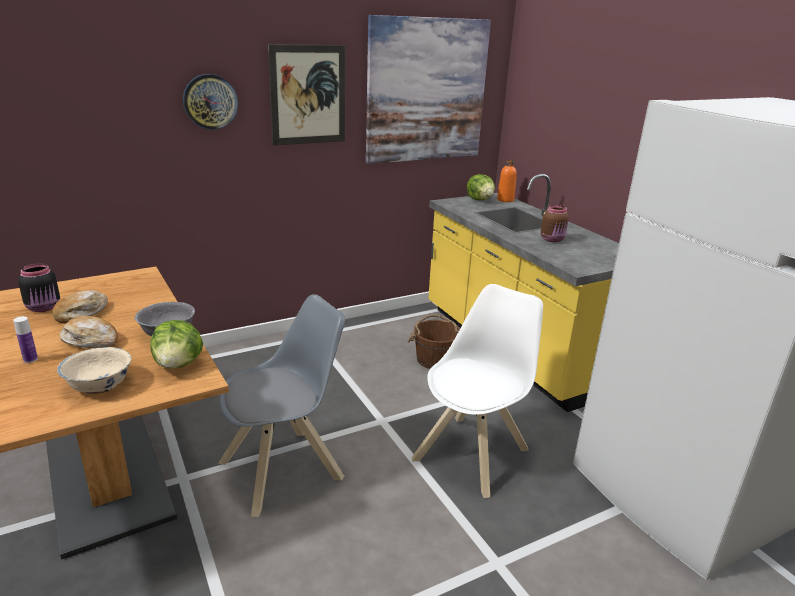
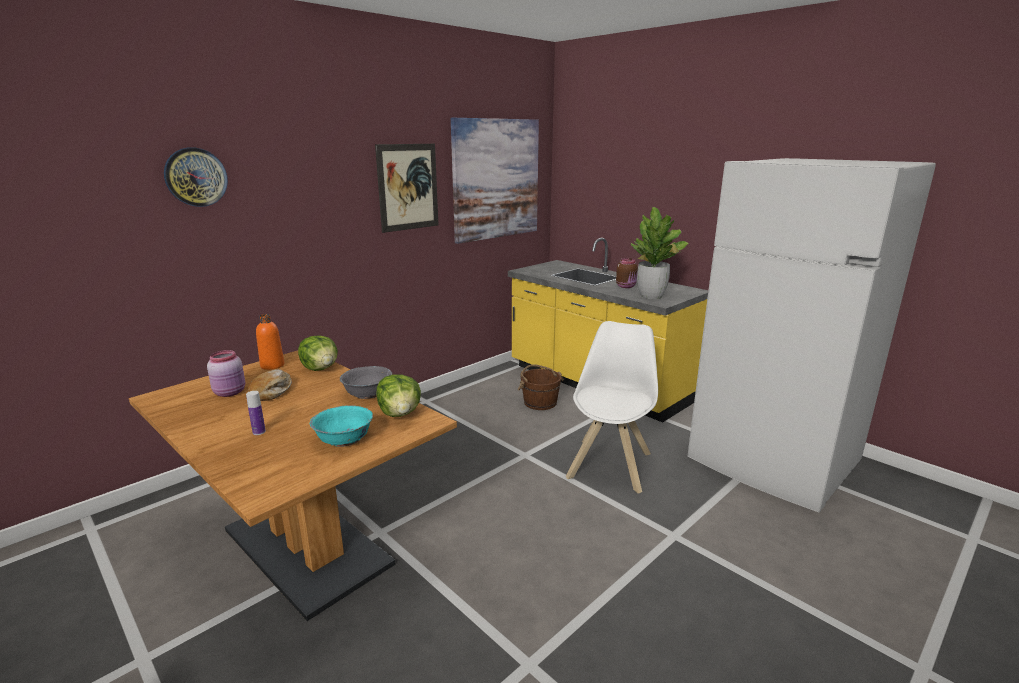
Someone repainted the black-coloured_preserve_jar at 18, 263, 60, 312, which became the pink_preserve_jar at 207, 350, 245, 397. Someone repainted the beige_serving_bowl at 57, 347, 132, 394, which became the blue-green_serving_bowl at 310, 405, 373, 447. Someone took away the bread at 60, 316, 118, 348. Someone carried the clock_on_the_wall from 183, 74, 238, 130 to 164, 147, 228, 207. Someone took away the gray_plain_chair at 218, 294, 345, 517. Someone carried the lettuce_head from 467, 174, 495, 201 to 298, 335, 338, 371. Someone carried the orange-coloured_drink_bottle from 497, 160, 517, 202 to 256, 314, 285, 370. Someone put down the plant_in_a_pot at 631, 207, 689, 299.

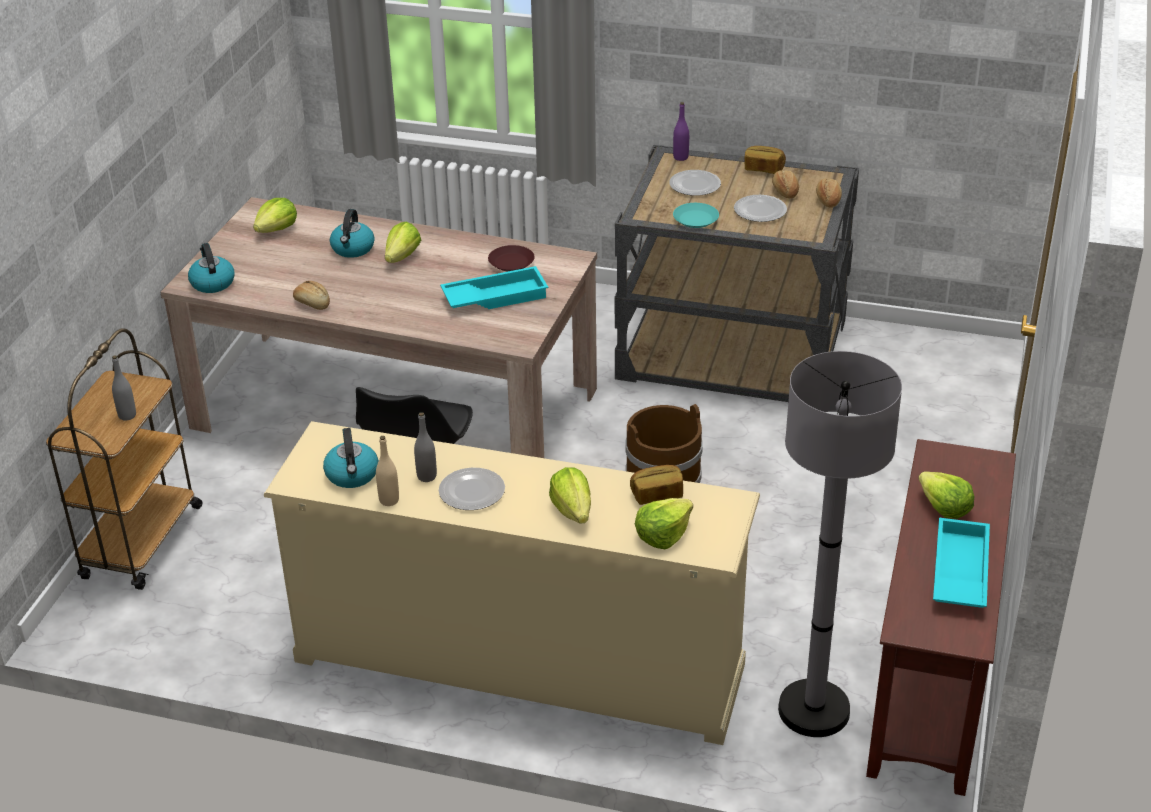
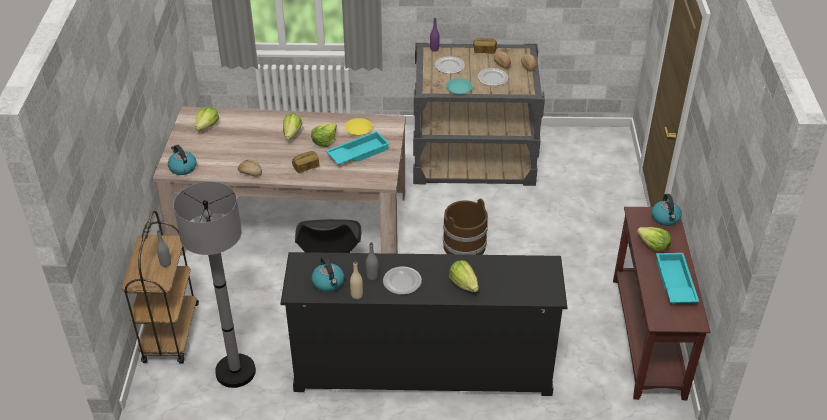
Someone repainted the beige_cupboard at 264, 421, 760, 745, which became the black-coloured_cupboard at 280, 252, 567, 396. Someone carried the kettle from 330, 209, 375, 258 to 651, 194, 682, 226. Someone repainted the brownish_plate at 488, 245, 535, 271, which became the yellow-coloured_plate at 345, 118, 372, 136. Someone carried the bread from 630, 465, 683, 505 to 292, 151, 319, 173. Someone carried the lettuce_head from 635, 498, 693, 549 to 311, 123, 337, 147. Someone carried the gray_standing_lamp from 778, 351, 902, 737 to 173, 181, 256, 388.

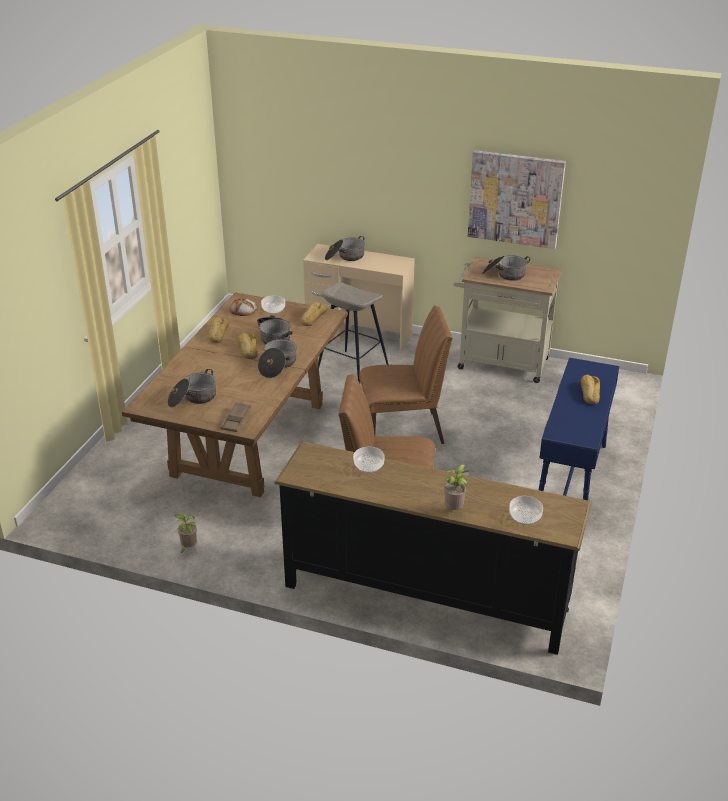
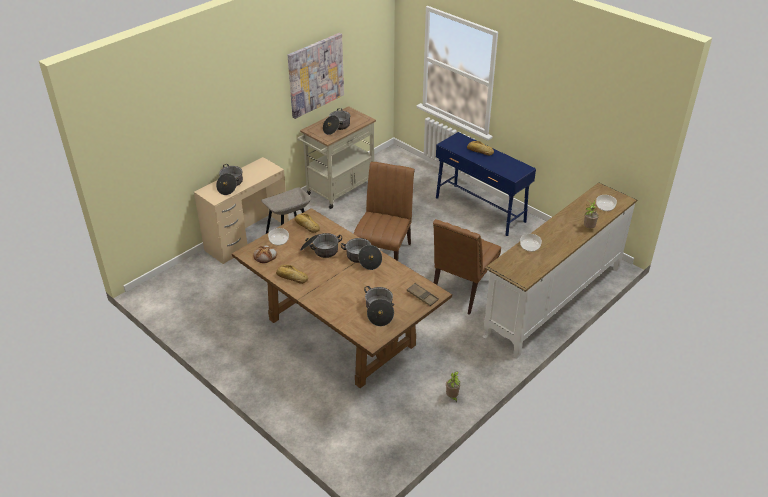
Someone took away the bread at 238, 333, 257, 359. Someone repainted the black-coloured_chest_of_drawers at 274, 441, 592, 655, which became the white-coloured_chest_of_drawers at 483, 183, 637, 358.

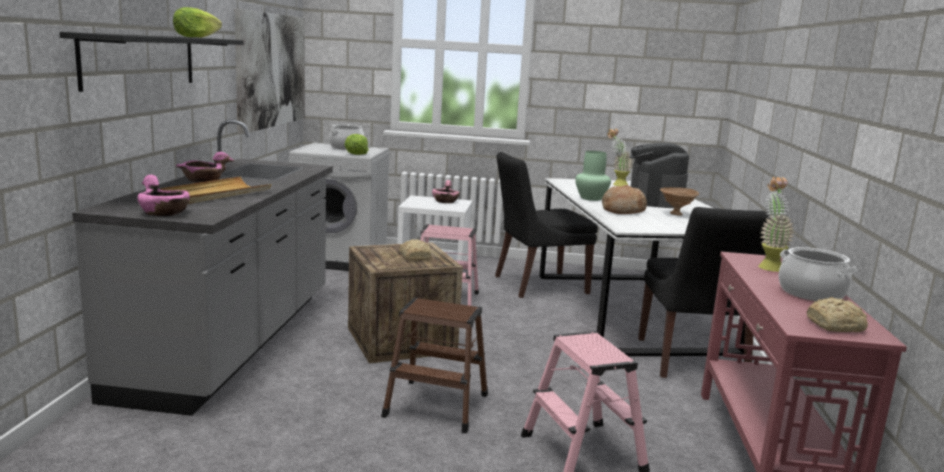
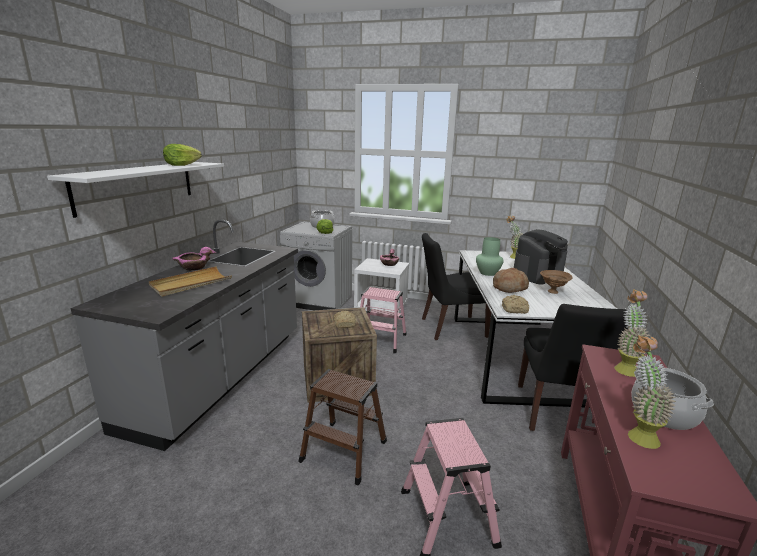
Someone repainted the black-coloured_wall_shelf at 59, 32, 244, 92, which became the white-coloured_wall_shelf at 47, 162, 224, 218. Someone took away the pink_serving_bowl at 137, 175, 190, 216. Someone took away the wall_picture at 235, 9, 305, 134. Someone rotated the coffee_machine at 629, 142, 689, 208 by 150 degrees counterclockwise. Someone carried the bread from 807, 297, 868, 332 to 502, 295, 529, 314. Someone put down the plant_in_a_pot at 628, 335, 676, 449.

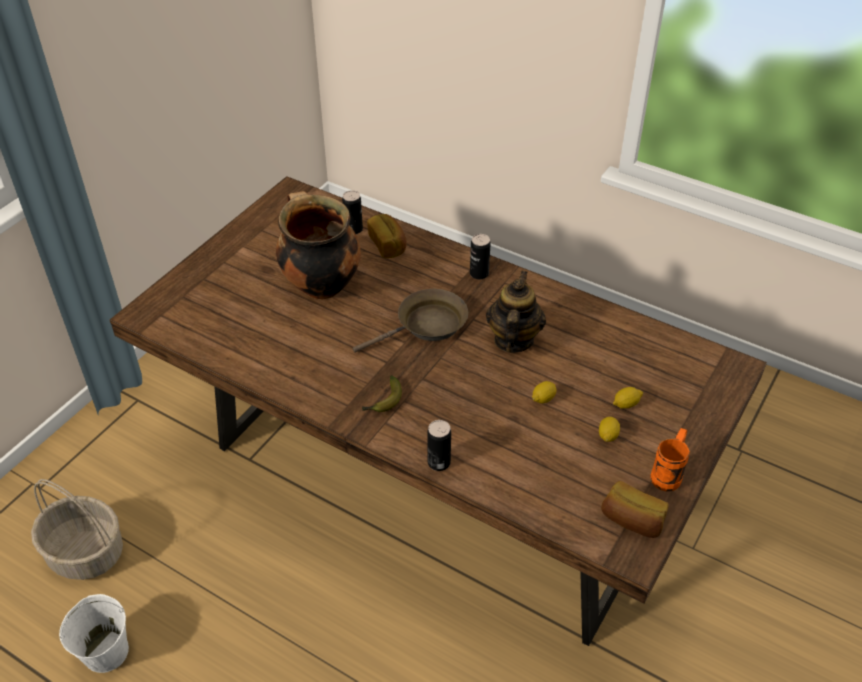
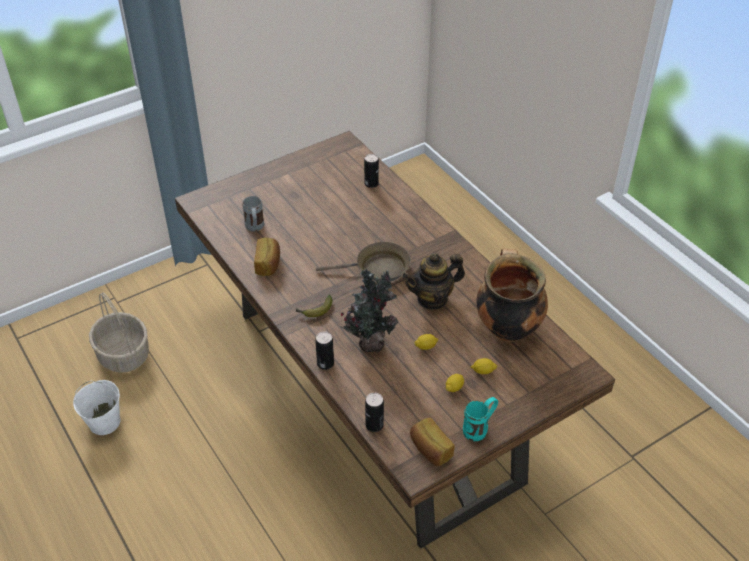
Someone carried the cooking_pot from 276, 191, 361, 300 to 477, 249, 548, 342. Someone carried the bread from 367, 214, 407, 258 to 254, 237, 280, 276. Someone carried the metal_can from 470, 234, 491, 279 to 365, 393, 384, 432. Someone rotated the teapot at 486, 271, 546, 353 by 150 degrees counterclockwise. Someone repainted the orange-coloured_tea_mug at 651, 428, 690, 491, which became the blue-green_tea_mug at 463, 397, 498, 441. Someone put down the gray_tea_mug at 242, 196, 264, 231. Someone put down the plant_in_a_pot at 340, 268, 399, 352.

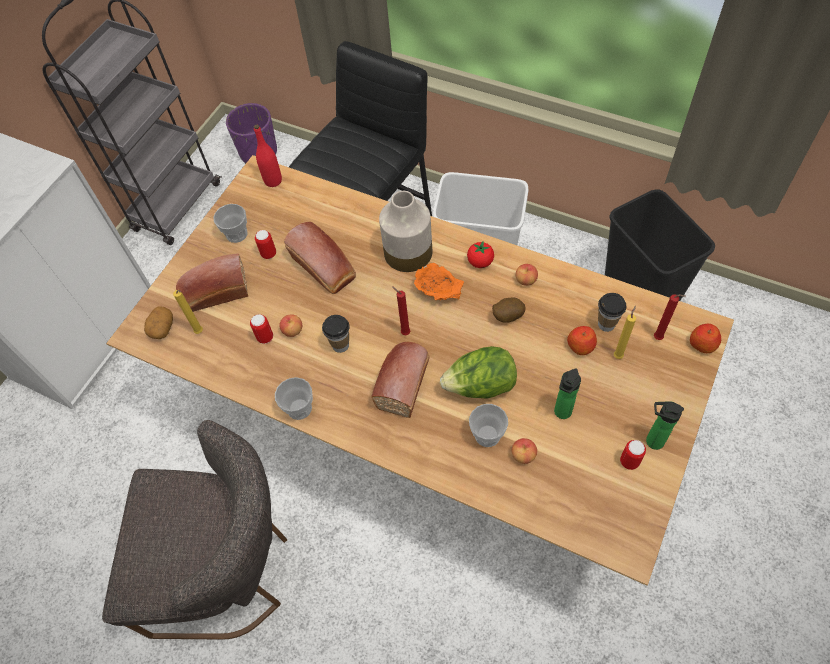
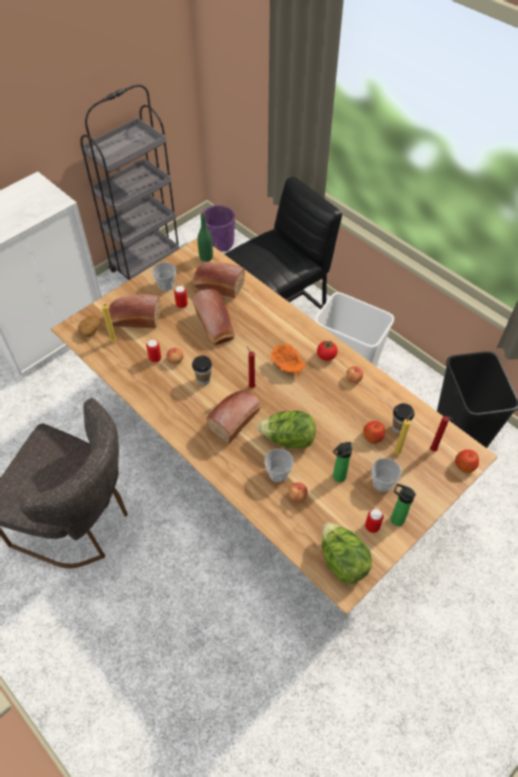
Someone repainted the reddish_drink_bottle at 254, 125, 282, 187, which became the green-coloured_drink_bottle at 198, 213, 213, 262. Someone carried the drinking_cup from 275, 377, 313, 420 to 371, 458, 401, 492. Someone took away the beige_decorative_vase at 379, 191, 433, 272. Someone took away the potato at 492, 297, 526, 323. Someone put down the bread at 193, 262, 245, 298. Someone put down the lettuce_head at 322, 522, 372, 584.

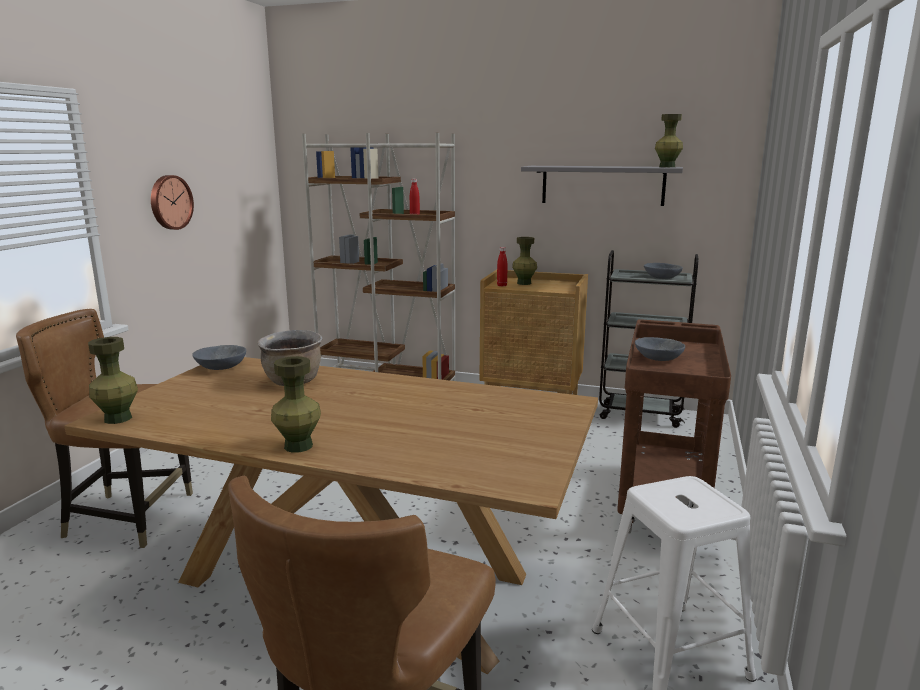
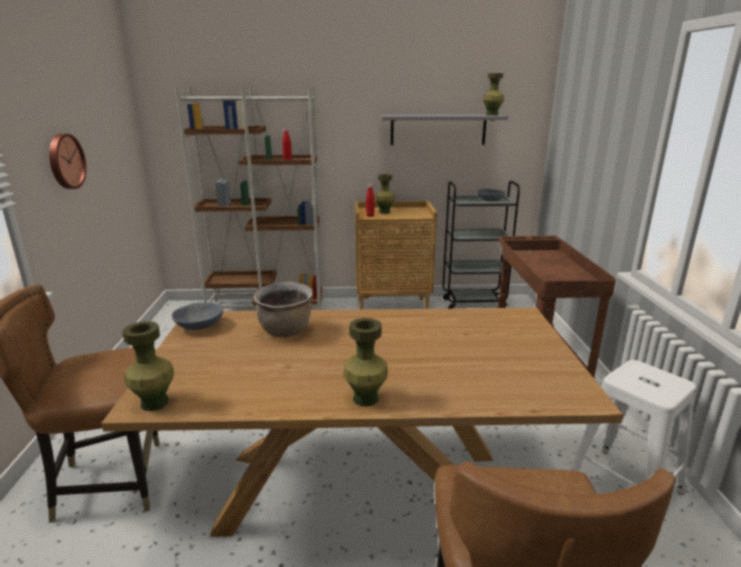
Someone took away the gray_serving_bowl at 635, 337, 685, 361.

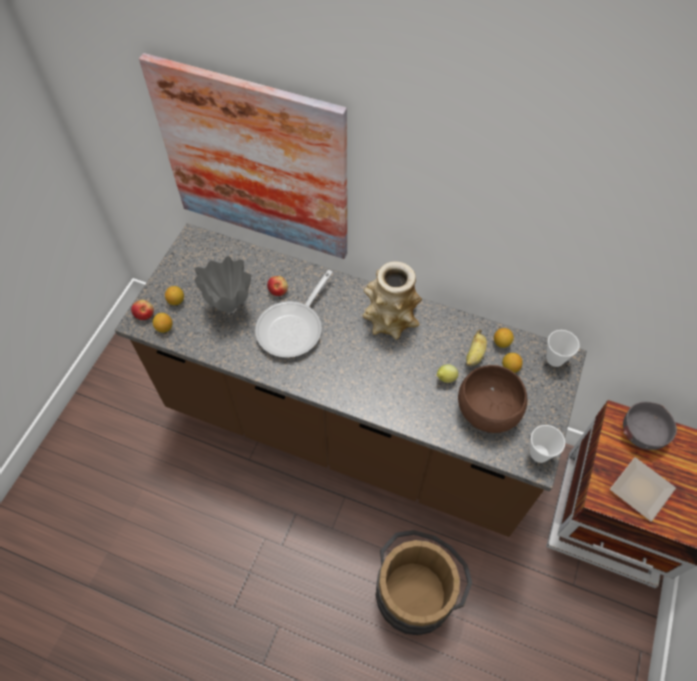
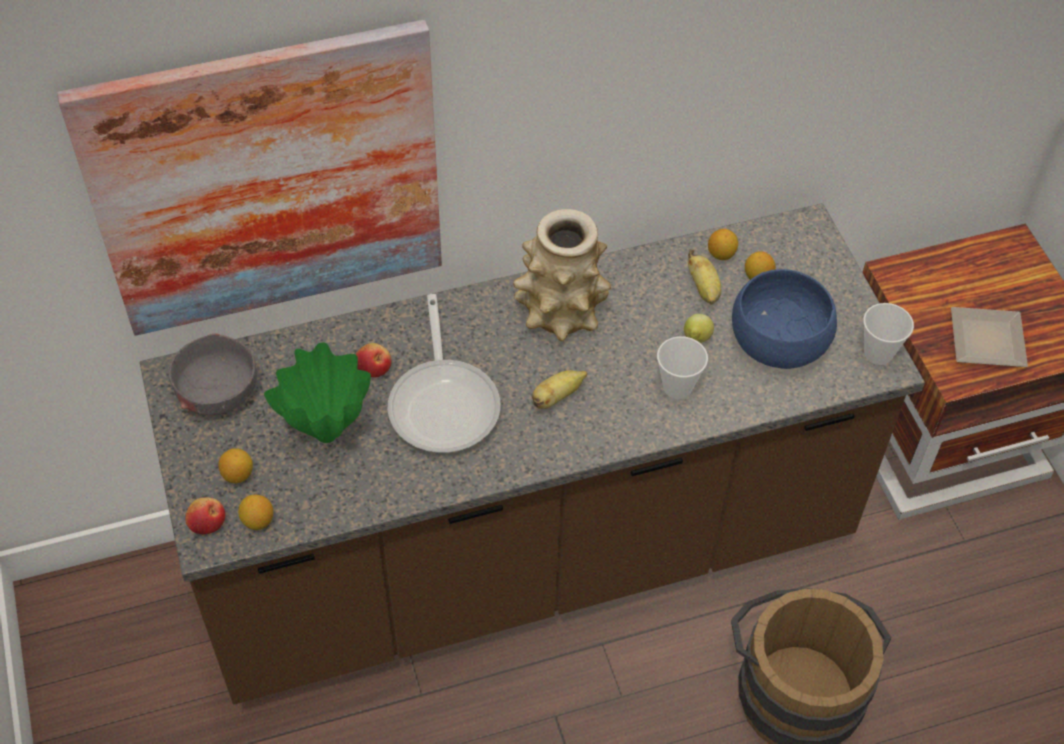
Someone repainted the gray_decorative_vase at 194, 256, 251, 313, which became the green-coloured_decorative_vase at 264, 342, 371, 443. Someone repainted the brownish_serving_bowl at 458, 365, 527, 433, which became the blue_serving_bowl at 732, 269, 837, 369. Someone carried the drinking_cup from 546, 330, 580, 367 to 657, 336, 708, 399. Someone carried the gray_serving_bowl from 623, 402, 677, 450 to 169, 333, 257, 415. Someone put down the banana at 532, 370, 588, 409.

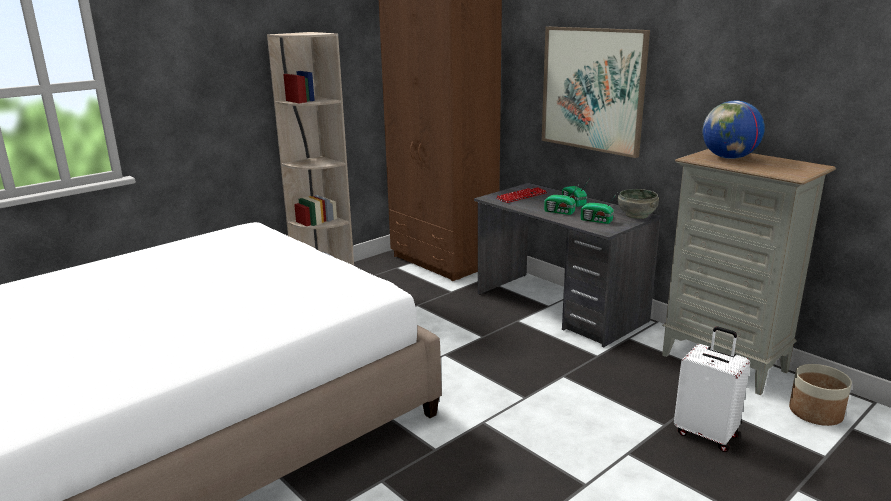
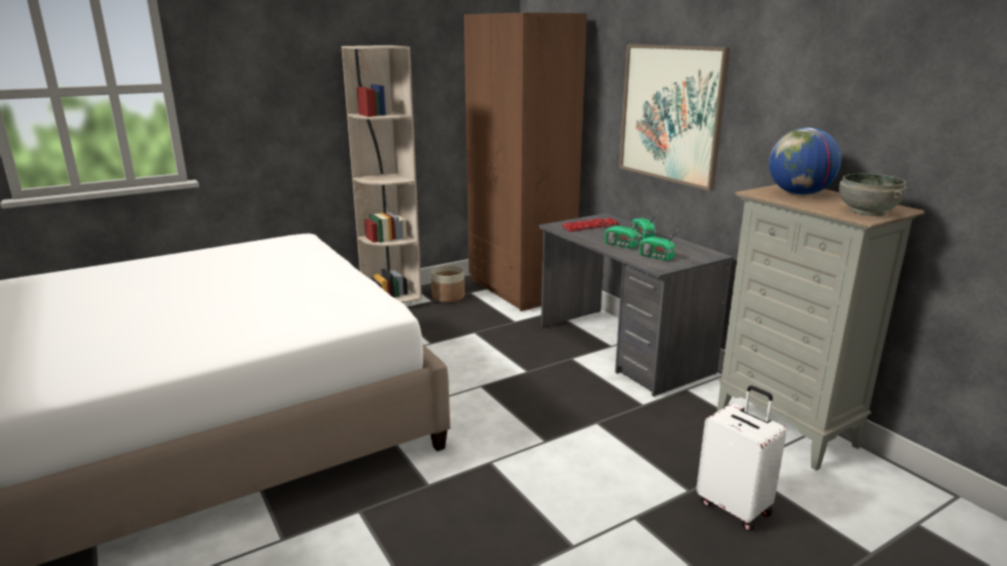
Someone carried the gray_serving_bowl from 618, 189, 659, 219 to 839, 174, 907, 216. Someone carried the planter from 789, 364, 852, 426 to 431, 265, 465, 302.

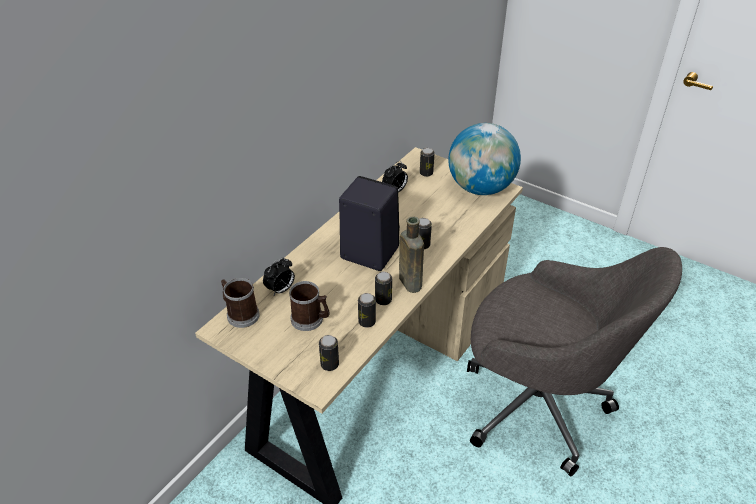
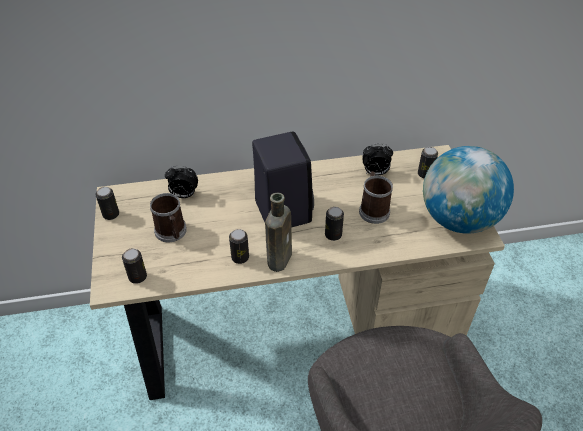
Someone carried the tea_mug from 221, 278, 260, 328 to 359, 171, 393, 224. Someone carried the metal_can from 358, 293, 376, 328 to 95, 187, 119, 220.

